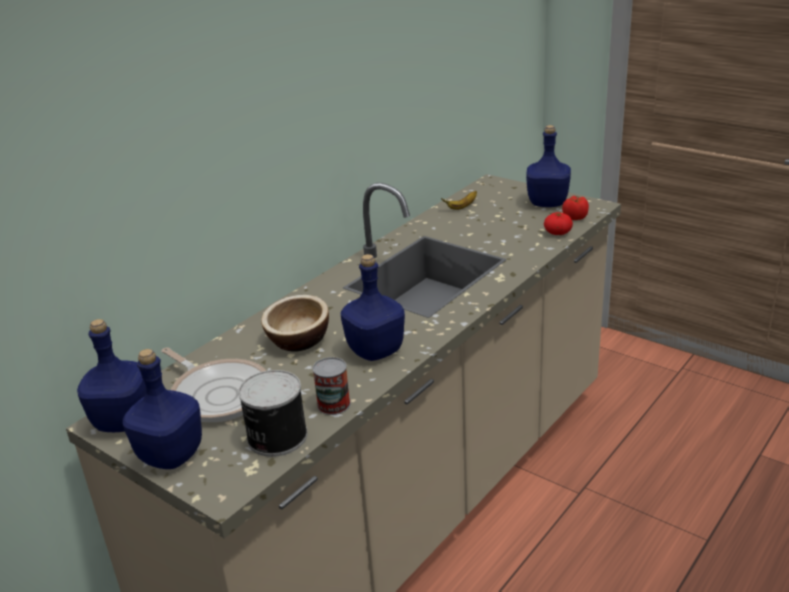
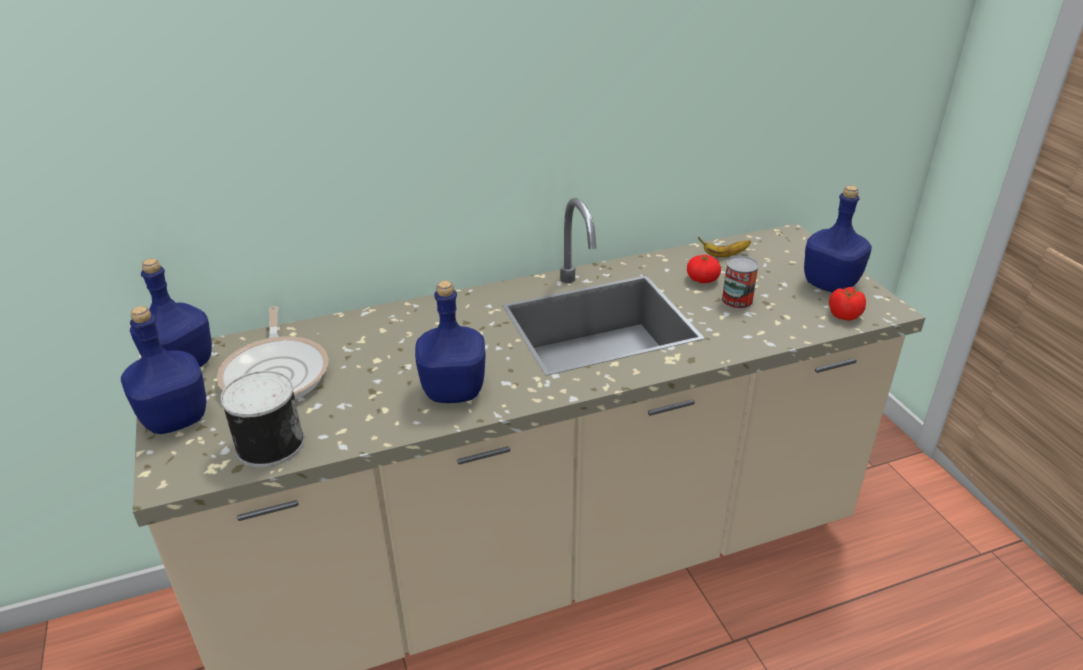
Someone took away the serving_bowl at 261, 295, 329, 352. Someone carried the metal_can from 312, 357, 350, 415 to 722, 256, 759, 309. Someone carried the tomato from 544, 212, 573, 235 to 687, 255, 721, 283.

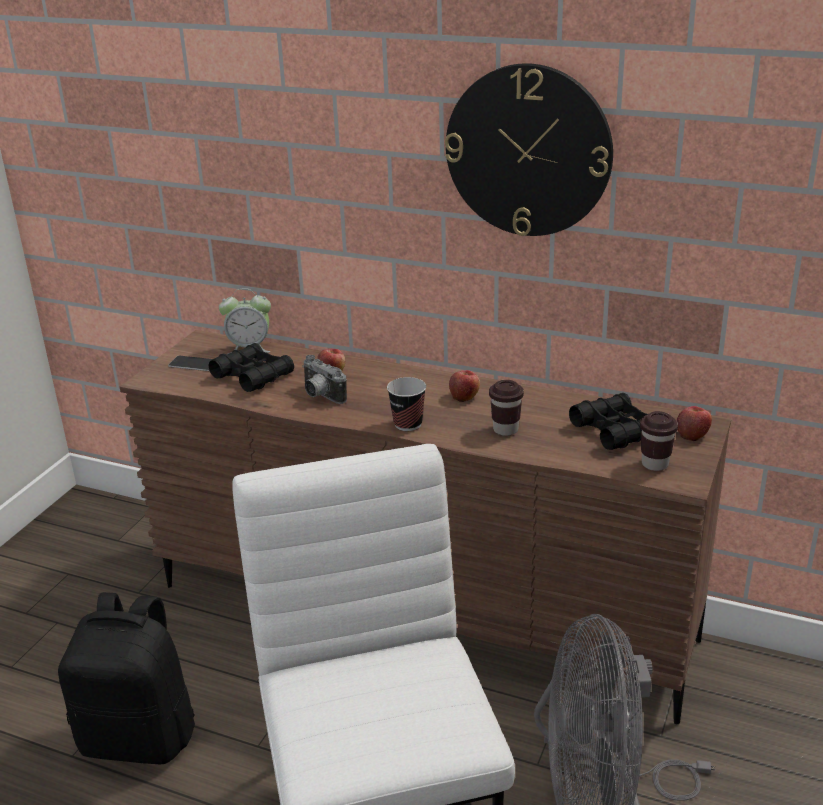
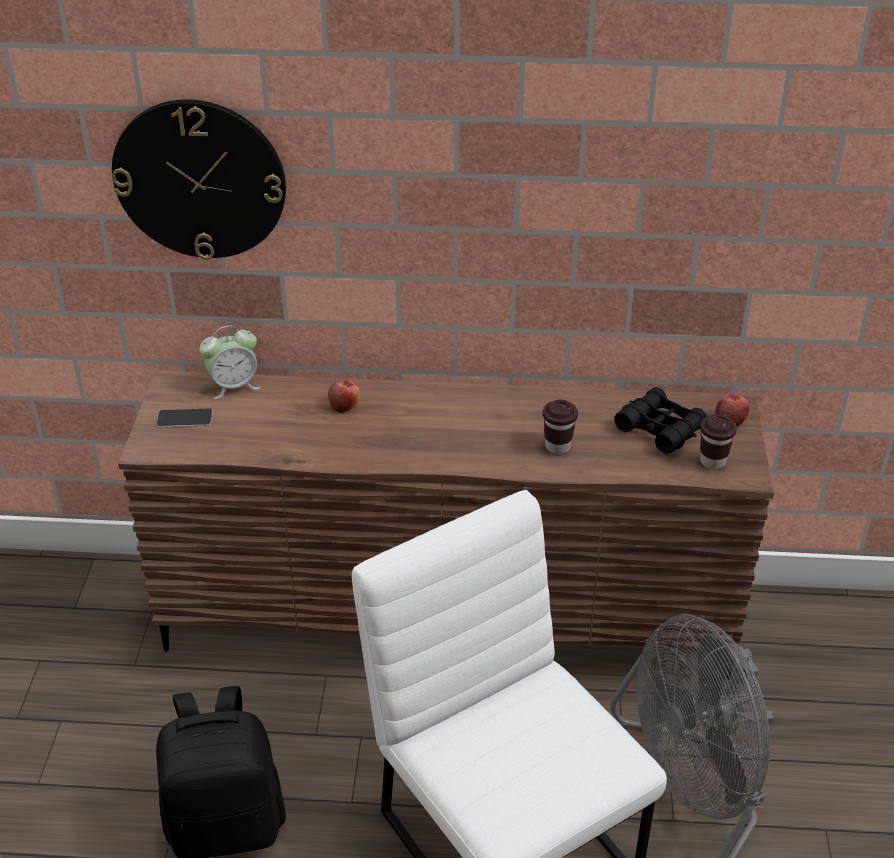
Someone took away the black-coloured_field_glasses at 209, 343, 294, 392. Someone took away the photo_camera at 302, 355, 347, 404. Someone took away the drinking_cup at 387, 377, 426, 431. Someone carried the clock_on_the_wall from 445, 63, 613, 236 to 112, 99, 286, 260. Someone took away the apple_fruit at 449, 370, 480, 402.

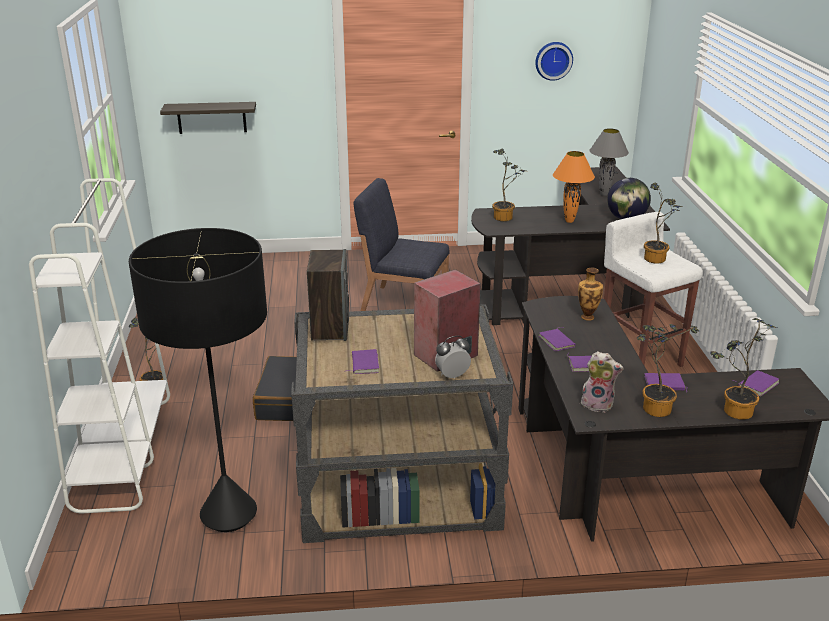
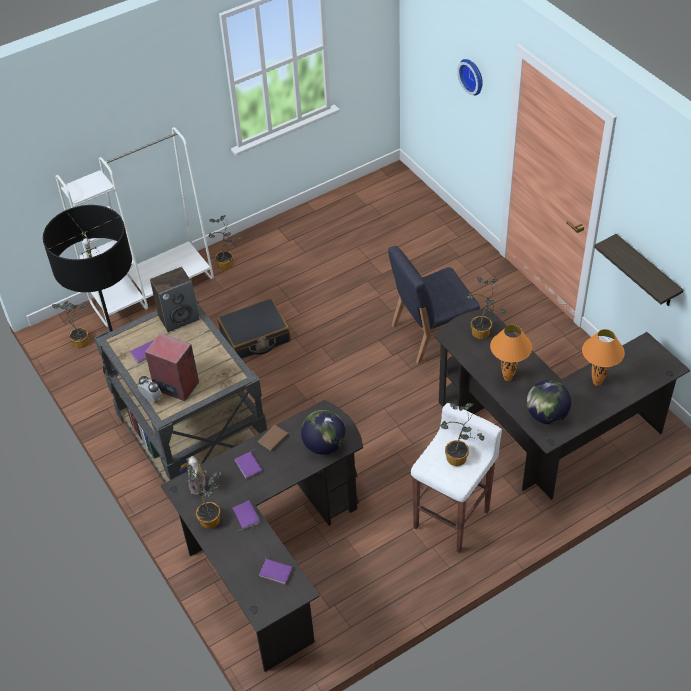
Someone carried the wall_shelf from 160, 102, 256, 134 to 594, 234, 683, 306. Someone rotated the blue_plain_chair at 354, 178, 450, 311 by 105 degrees counterclockwise. Someone carried the clock_on_the_wall from 535, 42, 573, 81 to 457, 59, 483, 95. Someone repainted the purple-coloured_volume at 539, 327, 575, 351, which became the brownish_volume at 258, 425, 293, 451. Someone swapped the decorative_vase at 578, 268, 603, 321 for the desk_globe at 301, 410, 345, 455. Someone repainted the gray_table_lamp at 589, 128, 629, 196, which became the orange-coloured_table_lamp at 582, 329, 625, 386. Someone carried the plant_in_a_pot from 710, 318, 777, 420 to 52, 301, 89, 348.

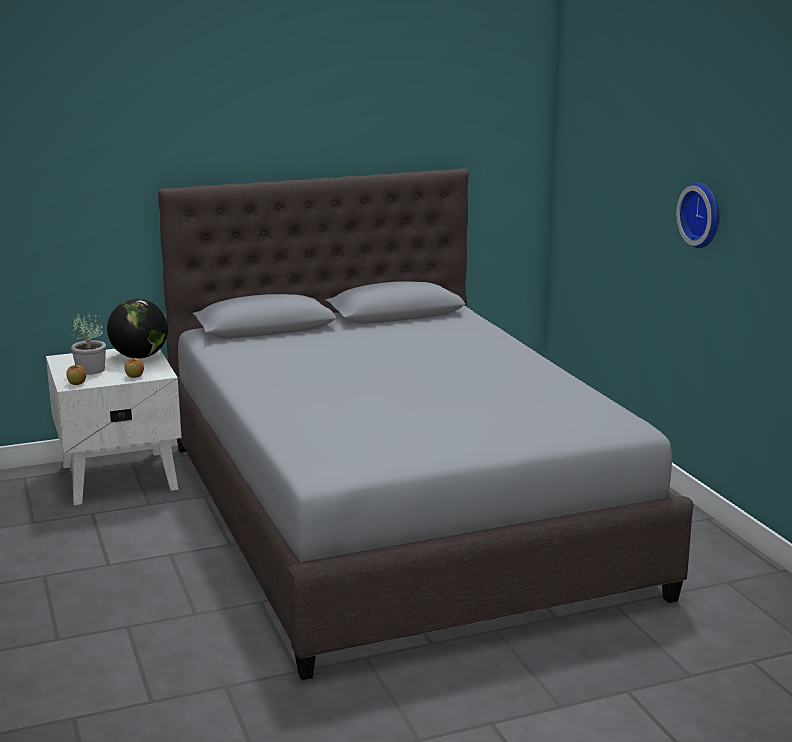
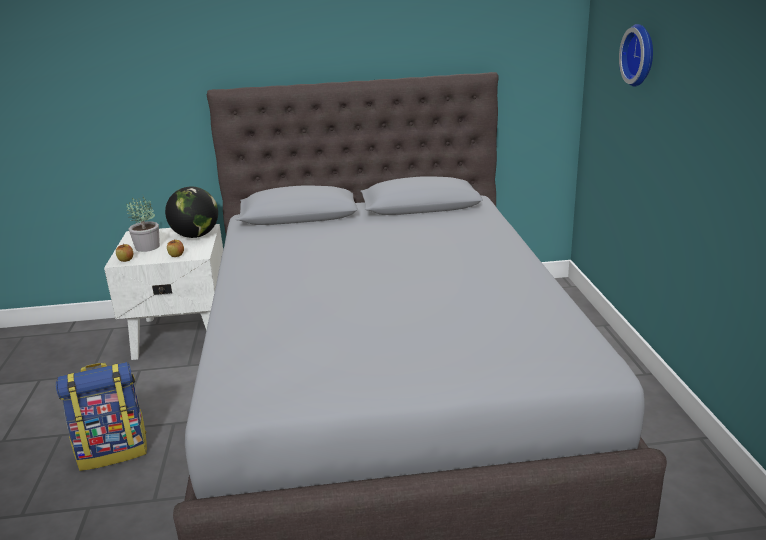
Someone carried the clock_on_the_wall from 676, 182, 720, 248 to 619, 24, 653, 87. Someone put down the knapsack at 56, 362, 147, 471.

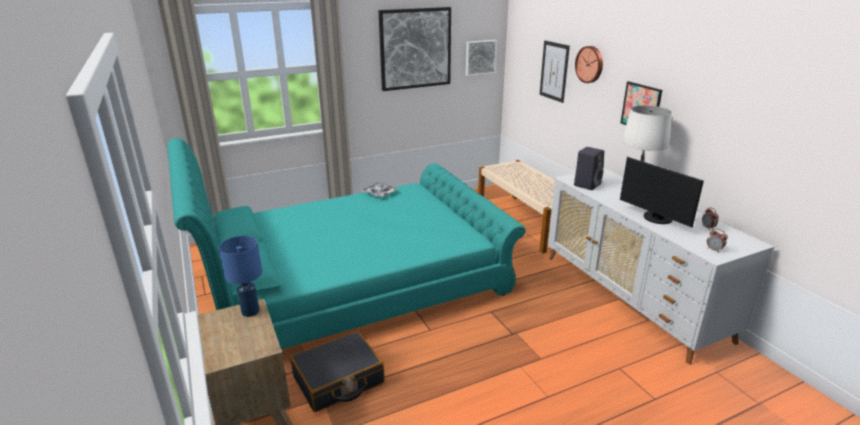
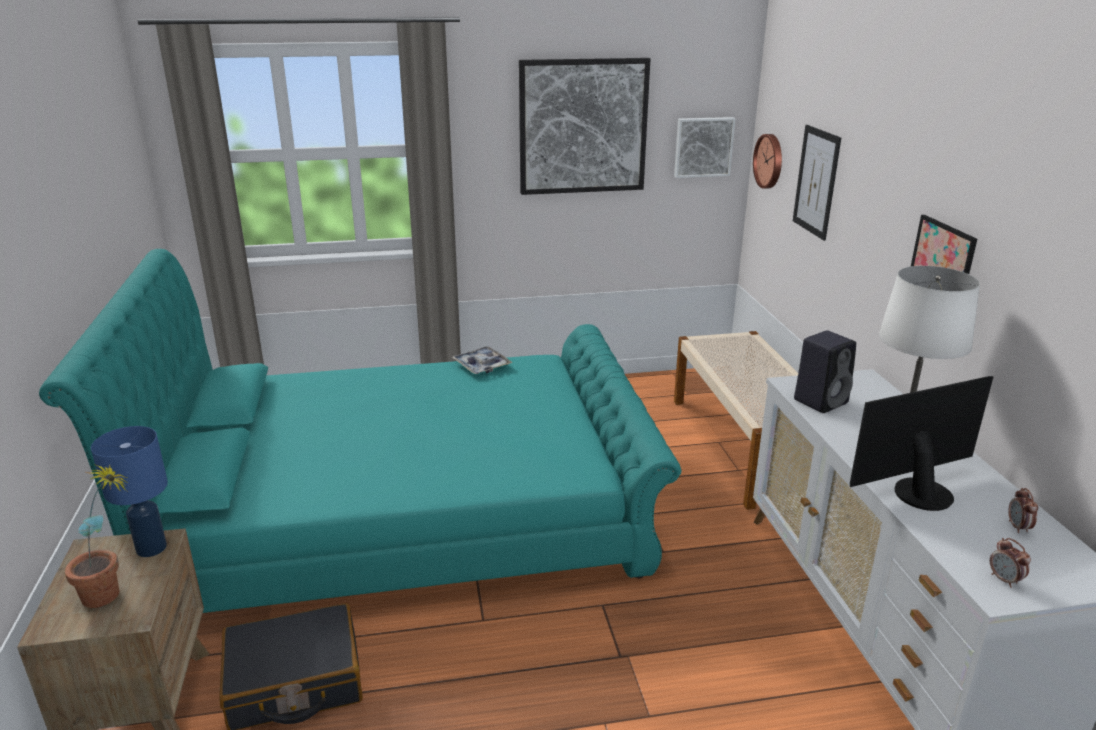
Someone carried the clock_on_the_wall from 575, 46, 603, 83 to 753, 134, 782, 189. Someone rotated the monitor at 620, 157, 704, 228 by 90 degrees clockwise. Someone put down the plant_in_a_pot at 64, 464, 129, 608.

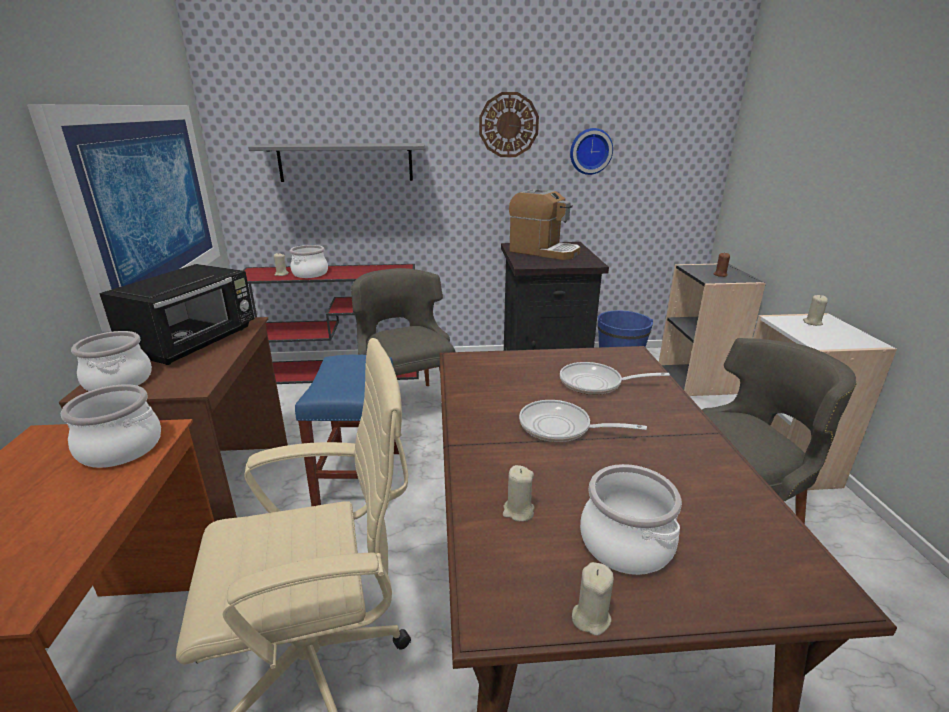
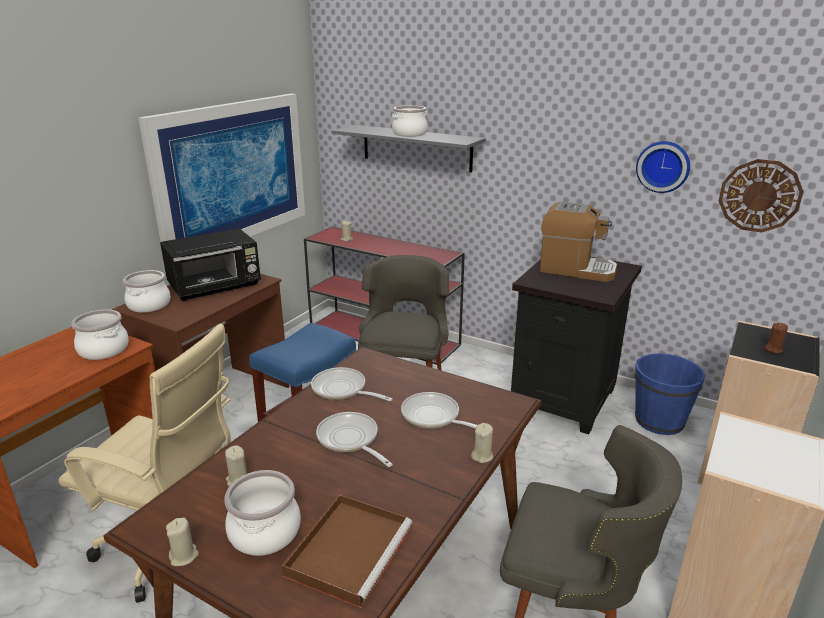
Someone carried the cooking_pot from 290, 245, 328, 278 to 392, 106, 428, 137. Someone carried the clock_on_the_wall from 479, 92, 539, 157 to 719, 159, 804, 233. Someone rotated the coffee_machine at 509, 189, 581, 260 by 45 degrees counterclockwise. Someone carried the beige_candle from 803, 295, 828, 326 to 471, 423, 493, 463. Someone put down the brownish_serving_tray at 282, 495, 412, 608. Someone put down the pan at 311, 367, 393, 401.

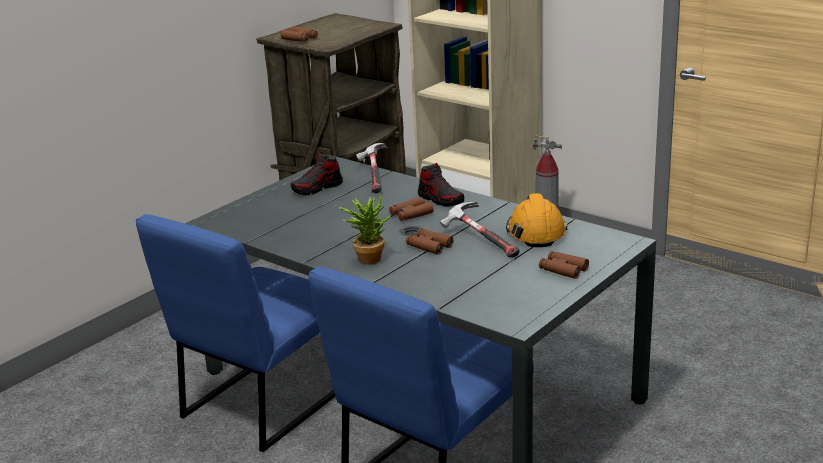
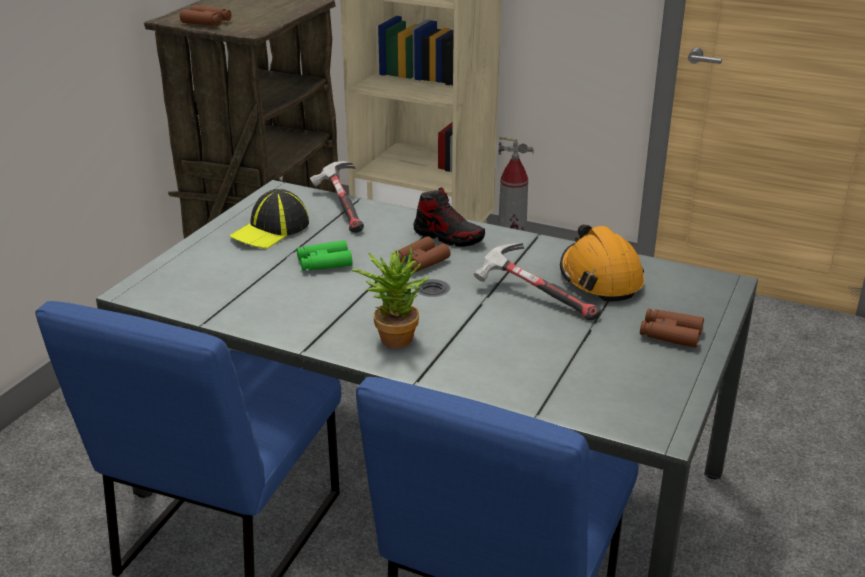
Someone swapped the low_shoe at 291, 152, 343, 195 for the cap at 230, 189, 309, 249. Someone took away the brownish_field_glasses at 406, 229, 453, 255. Someone put down the green-coloured_field_glasses at 297, 240, 352, 271.

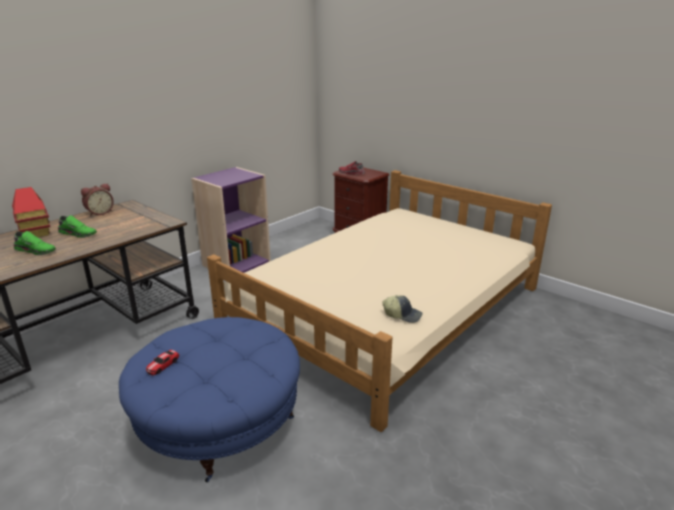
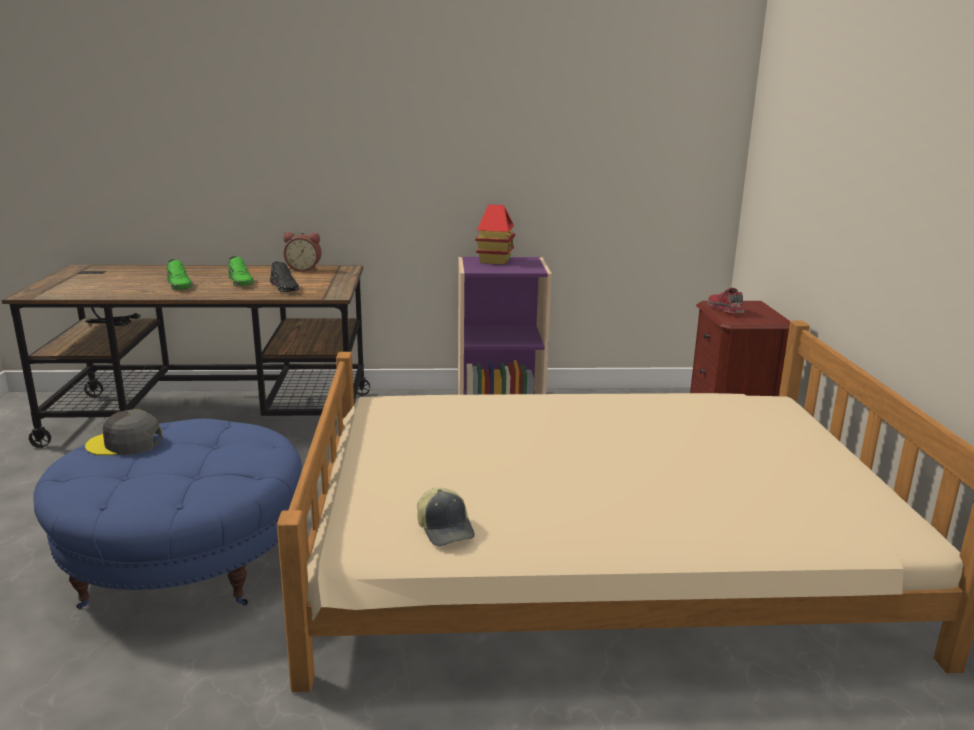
Someone carried the toy_house from 12, 187, 50, 237 to 475, 204, 515, 265. Someone swapped the miniature_car at 146, 350, 179, 375 for the gray_cap at 85, 410, 162, 455. Someone put down the black-coloured_low_shoe at 270, 261, 300, 292.

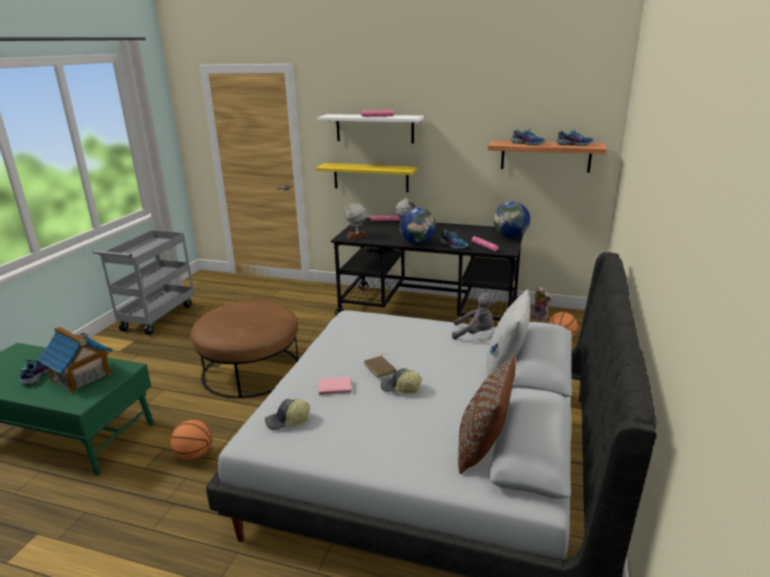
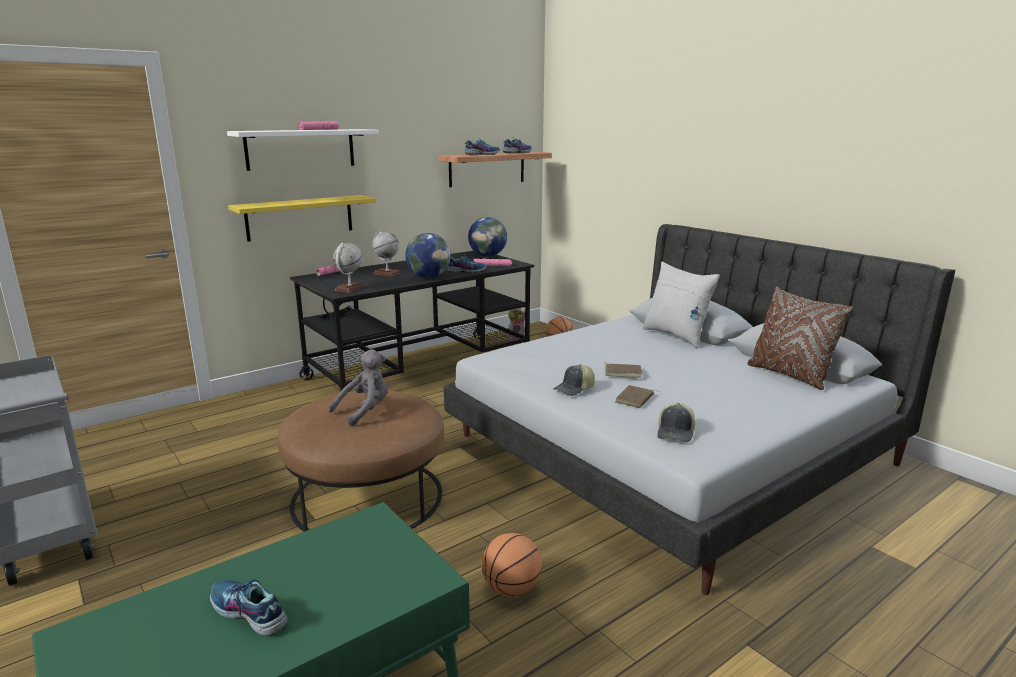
Someone took away the toy_house at 37, 326, 113, 394. Someone repainted the pink_volume at 318, 377, 353, 395, which became the brownish_volume at 615, 385, 661, 408. Someone carried the cap from 381, 368, 423, 393 to 553, 364, 595, 396. Someone carried the gray_plush_toy from 452, 293, 495, 340 to 329, 349, 388, 427.

